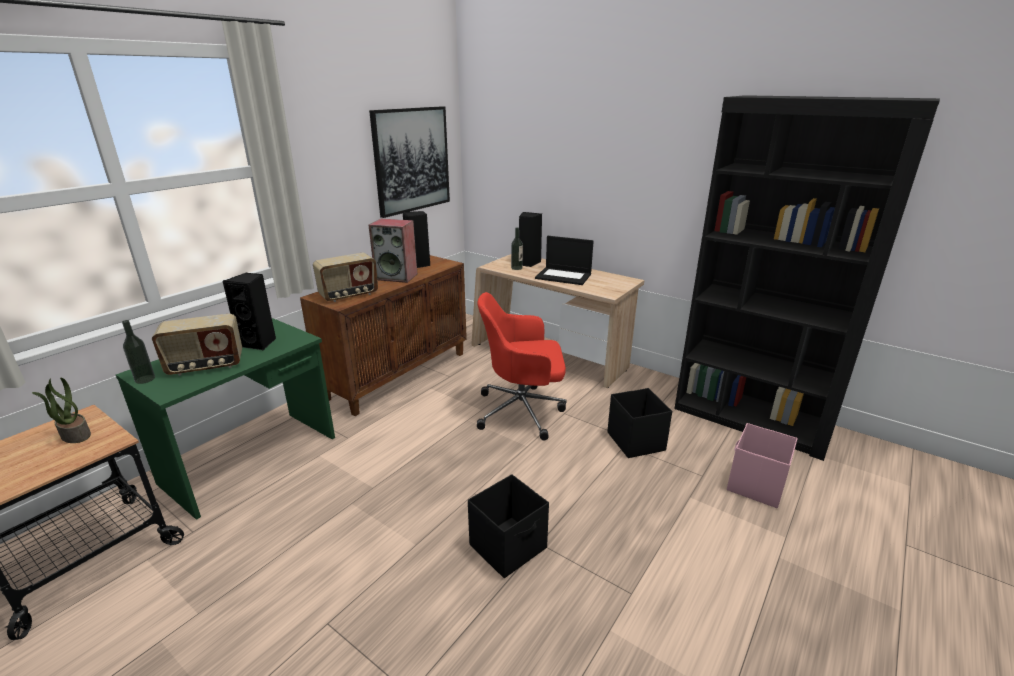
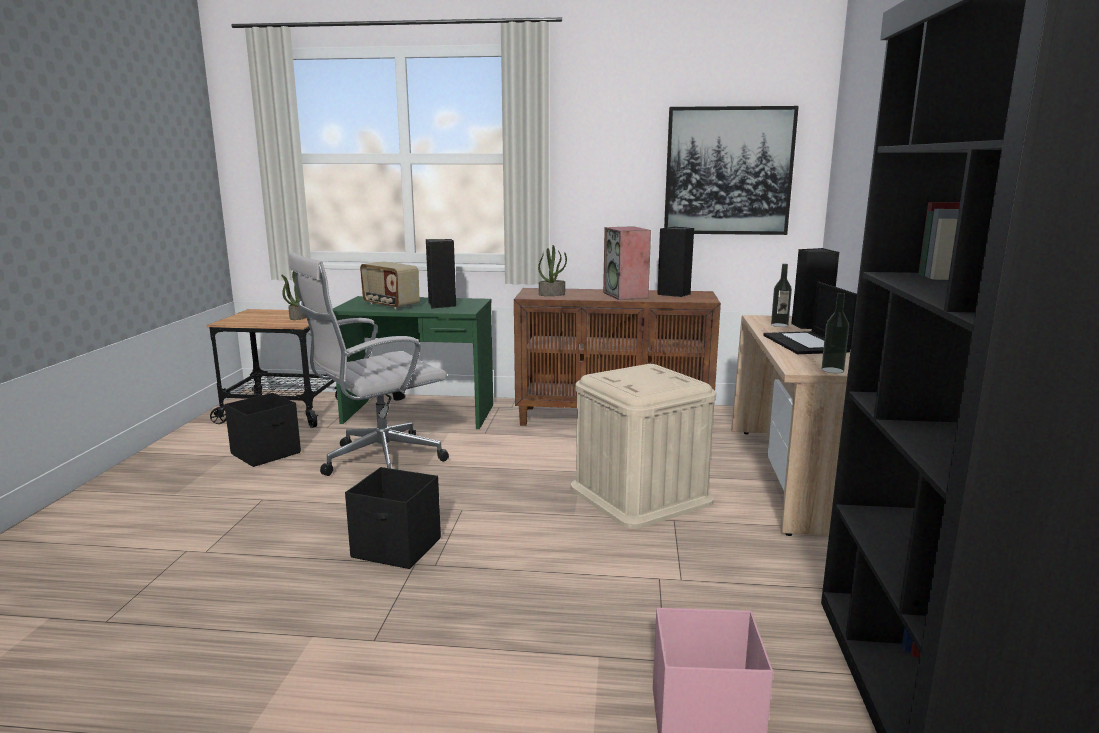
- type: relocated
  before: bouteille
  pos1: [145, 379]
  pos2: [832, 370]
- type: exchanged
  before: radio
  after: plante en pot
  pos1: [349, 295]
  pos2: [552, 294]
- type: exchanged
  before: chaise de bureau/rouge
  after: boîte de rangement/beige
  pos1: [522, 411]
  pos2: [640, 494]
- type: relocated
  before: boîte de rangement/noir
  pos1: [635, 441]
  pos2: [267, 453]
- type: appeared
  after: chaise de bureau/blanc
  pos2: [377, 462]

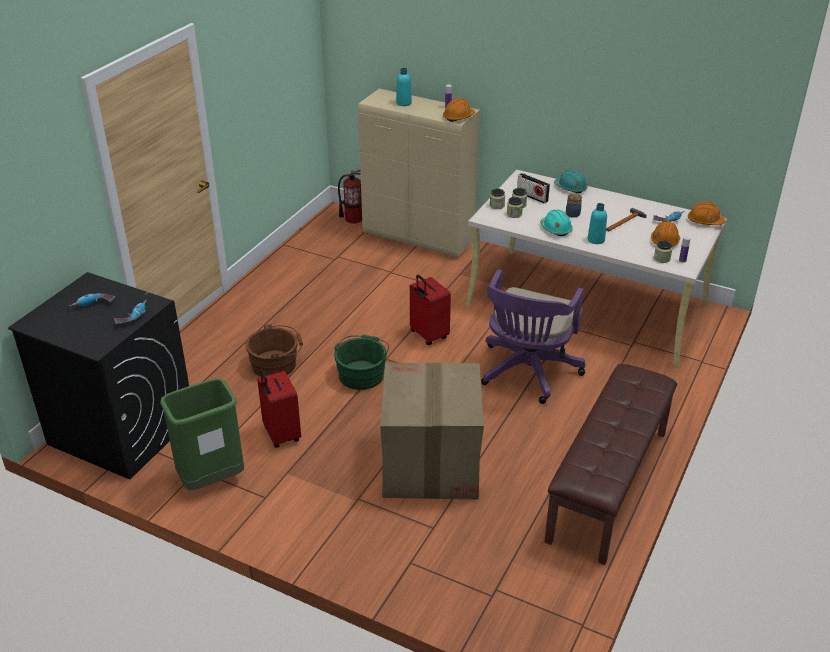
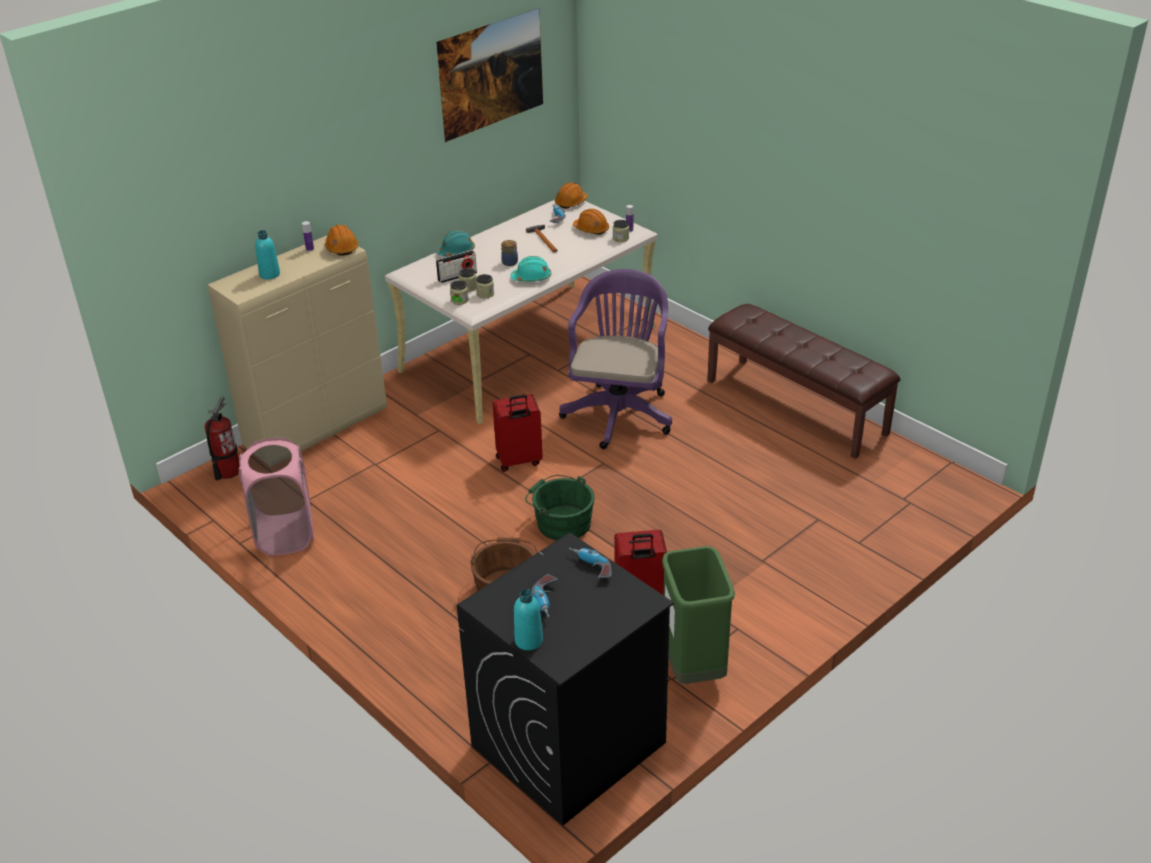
- type: missing
  before: carton
  pos1: [430, 465]
- type: spun
  before: chaise de bureau/violet
  pos1: [527, 373]
  pos2: [619, 412]
  turn: -120
- type: relocated
  before: bouteille/turquoise
  pos1: [596, 240]
  pos2: [528, 640]
- type: appeared
  after: panier à linge/rose
  pos2: [285, 534]
- type: appeared
  after: tableau
  pos2: [493, 98]

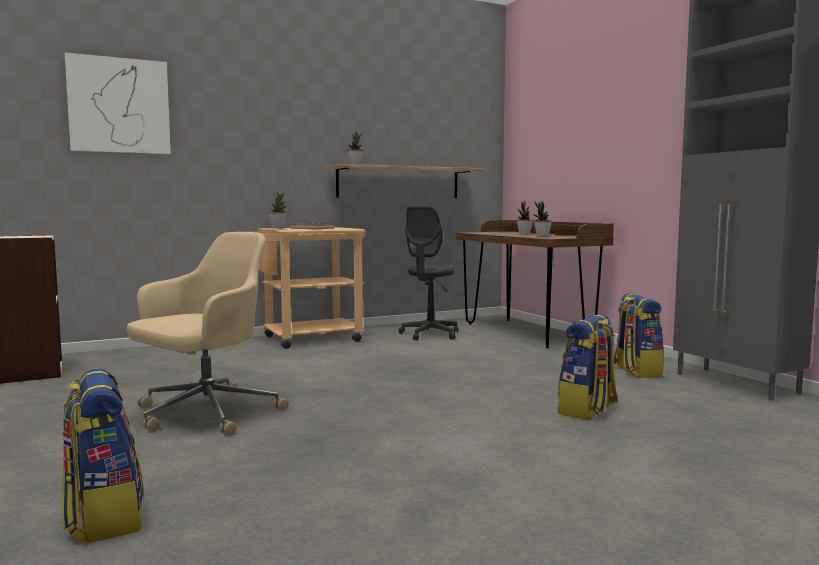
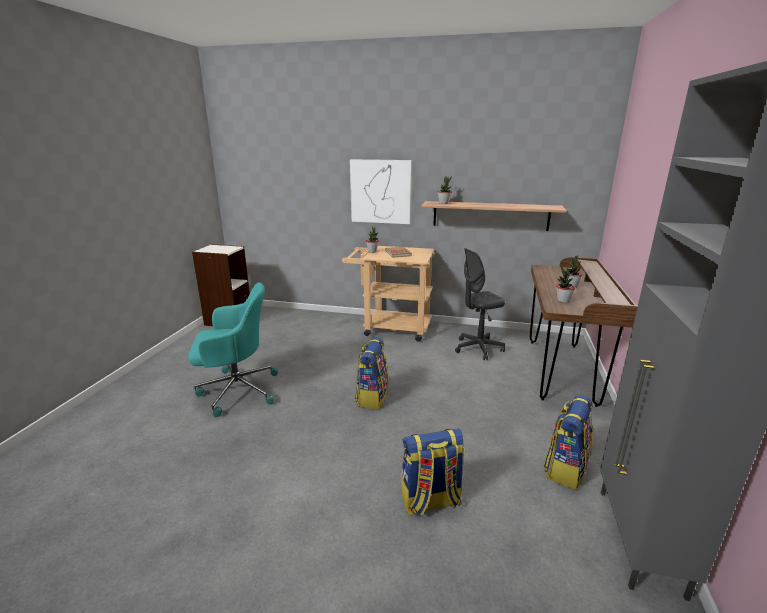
- type: relocated
  before: sac à dos
  pos1: [103, 518]
  pos2: [372, 397]
- type: relocated
  before: tableau
  pos1: [119, 106]
  pos2: [380, 191]
- type: colour
  before: chaise de bureau/beige
  after: chaise de bureau/turquoise
  pos1: [205, 414]
  pos2: [236, 390]

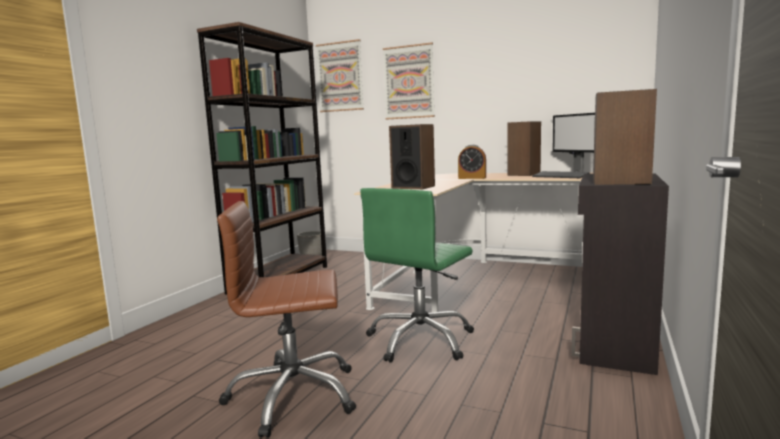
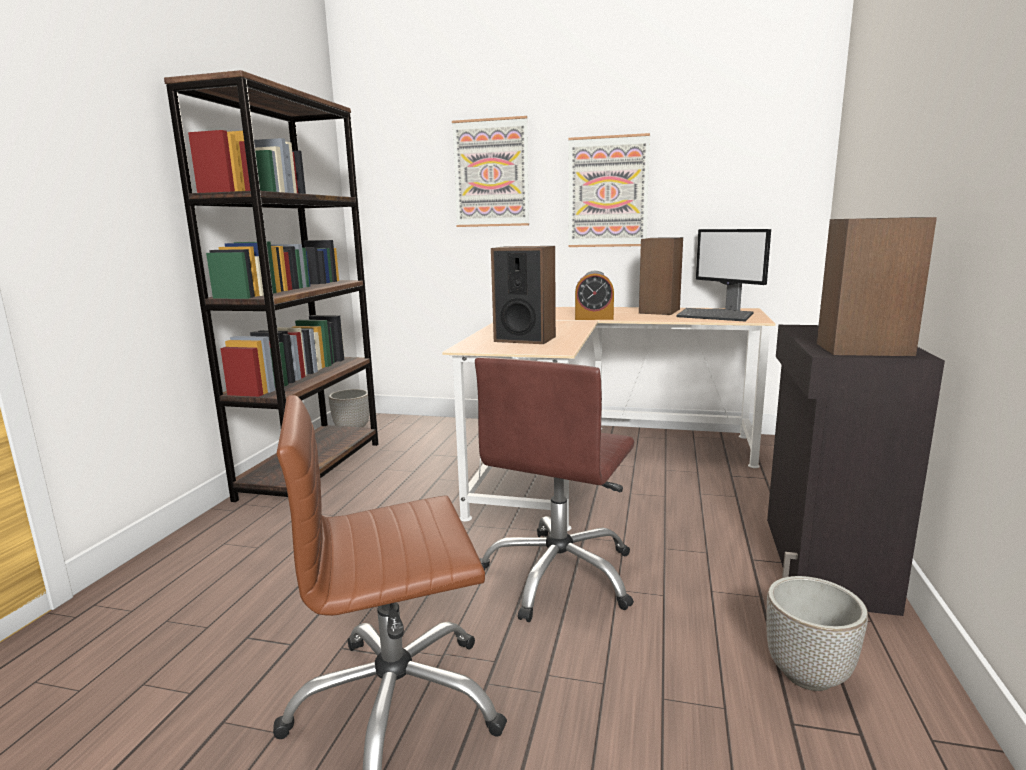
- type: relocated
  before: tableau
  pos1: [340, 77]
  pos2: [608, 192]
- type: colour
  before: chaise de bureau/vert
  after: chaise de bureau/marron
  pos1: [421, 340]
  pos2: [559, 575]
- type: appeared
  after: cache-pot
  pos2: [808, 675]

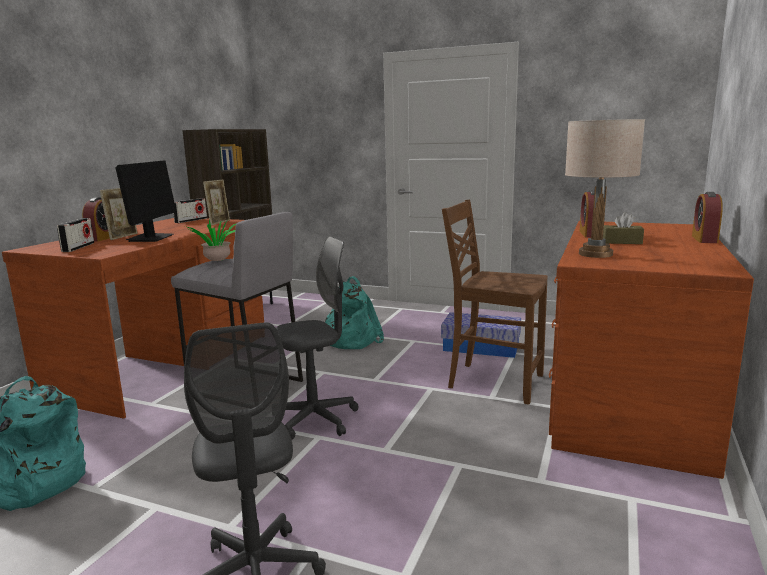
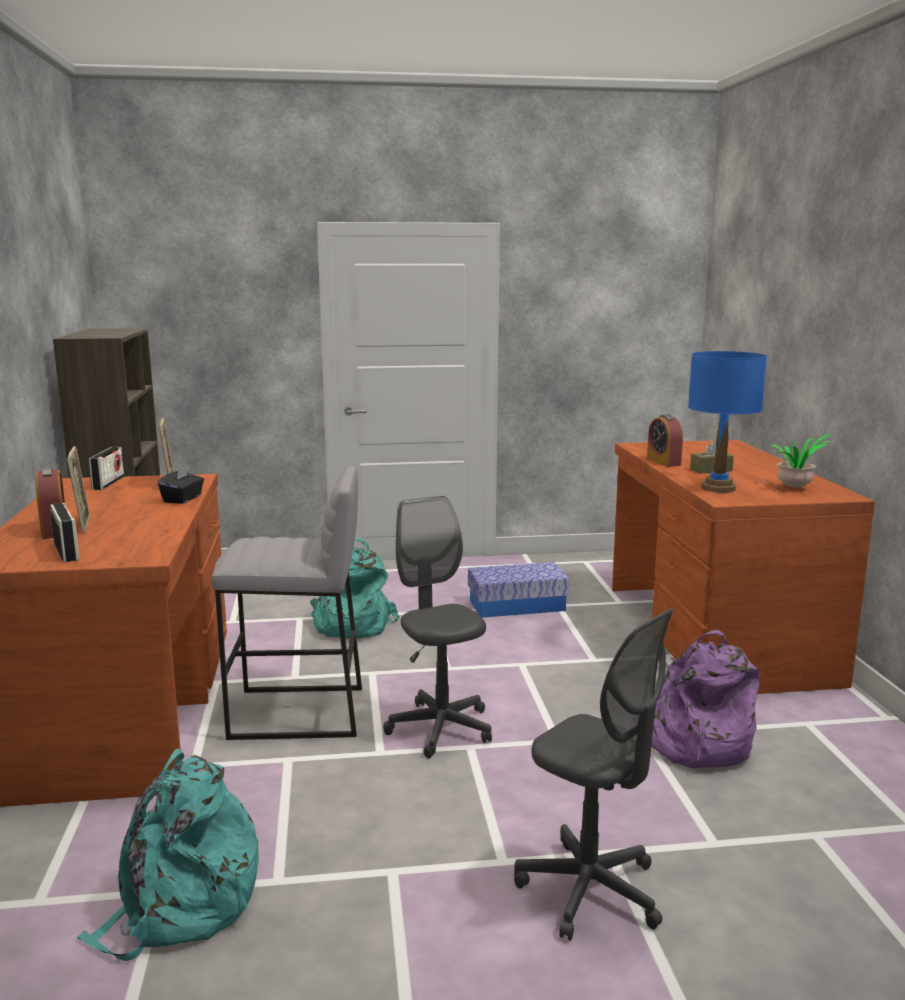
- type: missing
  before: écran d'ordinateur
  pos1: [151, 238]
- type: relocated
  before: plante en pot
  pos1: [217, 262]
  pos2: [796, 489]
- type: spun
  before: chaise de bureau/gris
  pos1: [315, 419]
  pos2: [440, 729]
  turn: -60
- type: missing
  before: chaise/marron
  pos1: [493, 381]
- type: colour
  before: lampe de table/beige
  after: lampe de table/bleu
  pos1: [595, 254]
  pos2: [718, 488]
- type: missing
  before: réveil
  pos1: [704, 239]
- type: appeared
  after: boîte à mouchoirs/noir
  pos2: [183, 499]
- type: appeared
  after: sac à dos/violet
  pos2: [693, 744]

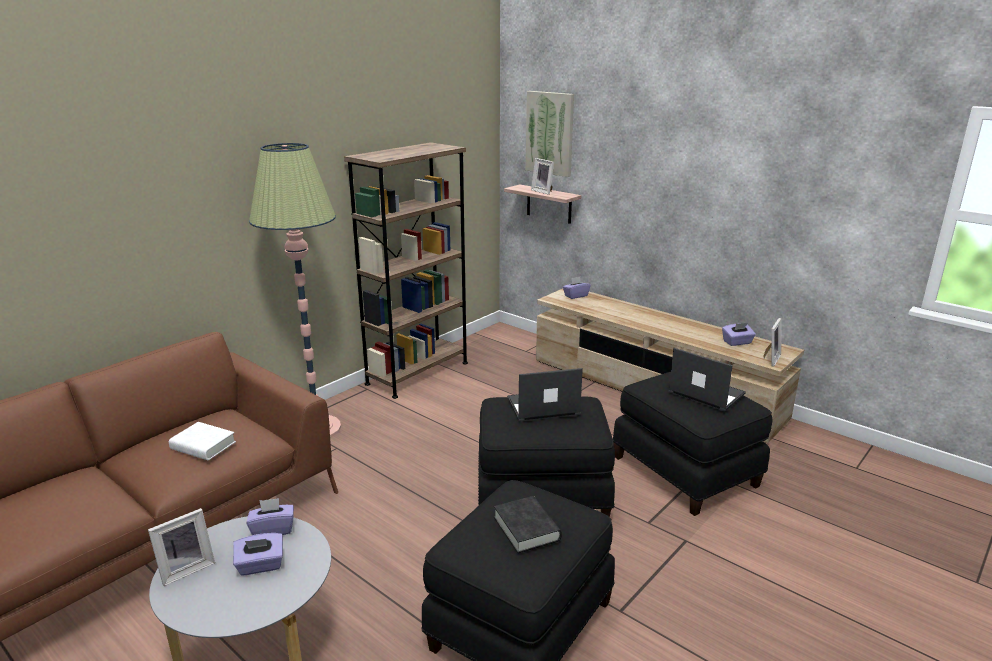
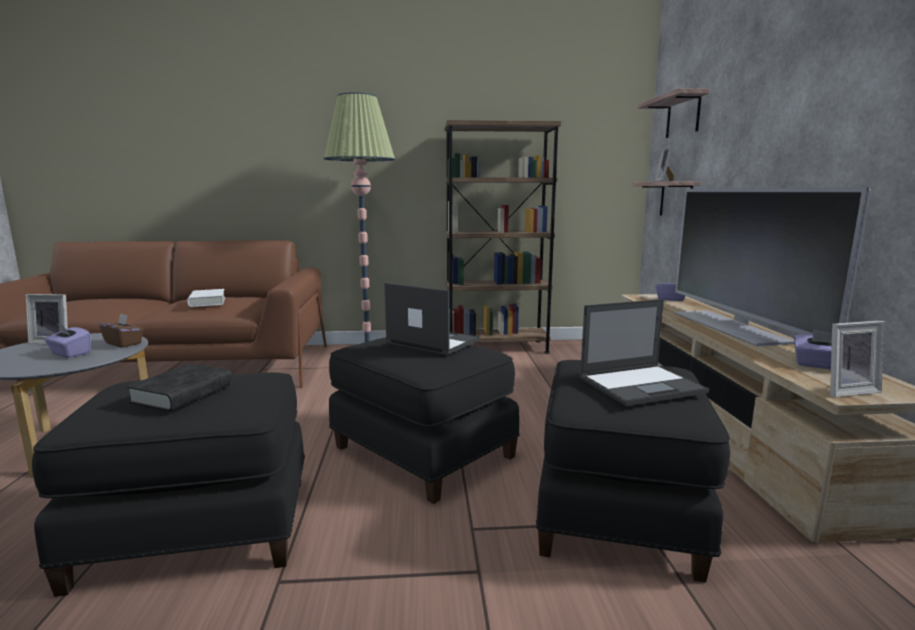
- type: colour
  before: boîte à mouchoirs/violet
  after: boîte à mouchoirs/marron
  pos1: [273, 529]
  pos2: [124, 343]
- type: exchanged
  before: tableau
  after: étagère
  pos1: [550, 133]
  pos2: [683, 116]
- type: spun
  before: ordinateur portable
  pos1: [705, 393]
  pos2: [642, 385]
  turn: 75
- type: appeared
  after: téléviseur
  pos2: [731, 327]

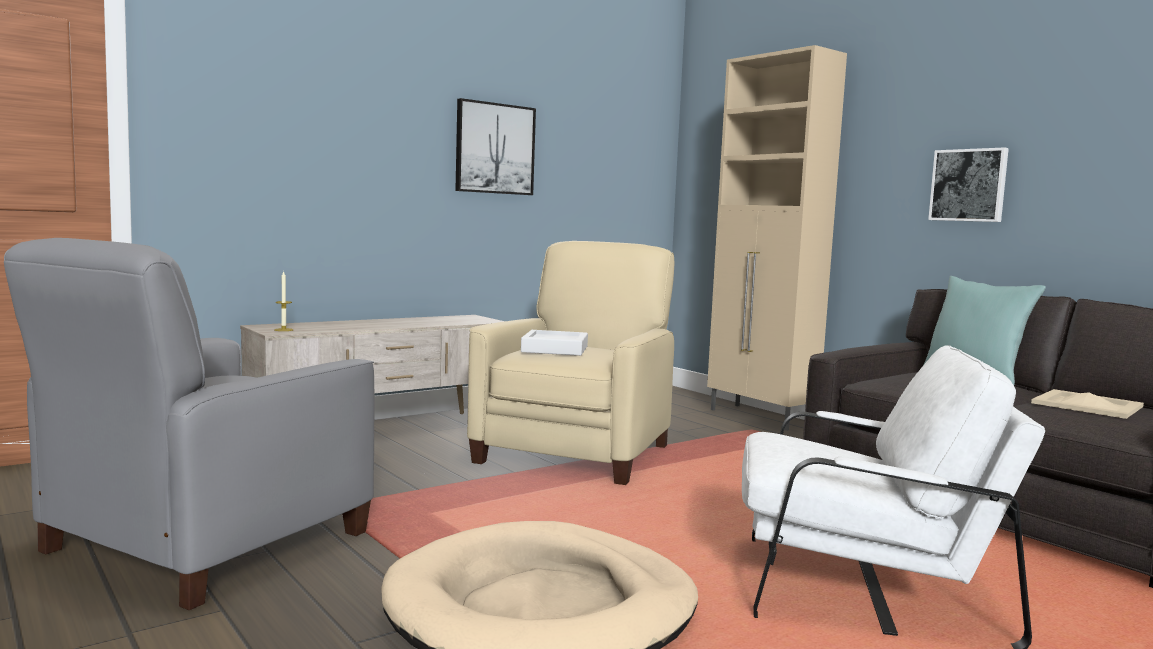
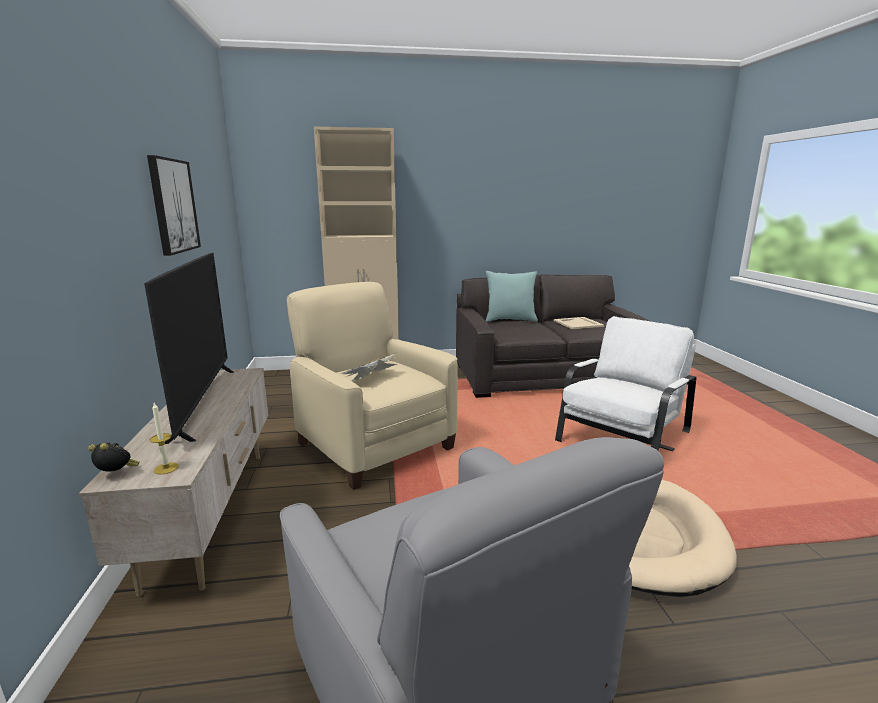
- type: exchanged
  before: plateau/blanc
  after: livre
  pos1: [555, 349]
  pos2: [371, 378]
- type: missing
  before: tableau
  pos1: [969, 185]
- type: appeared
  after: réveil
  pos2: [117, 474]
- type: appeared
  after: téléviseur
  pos2: [204, 402]

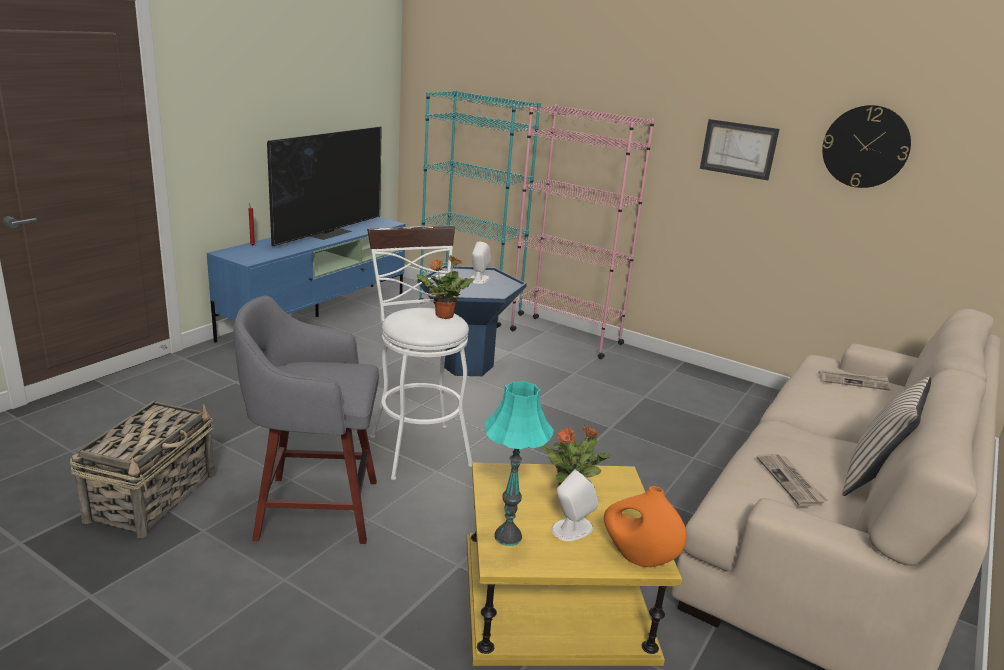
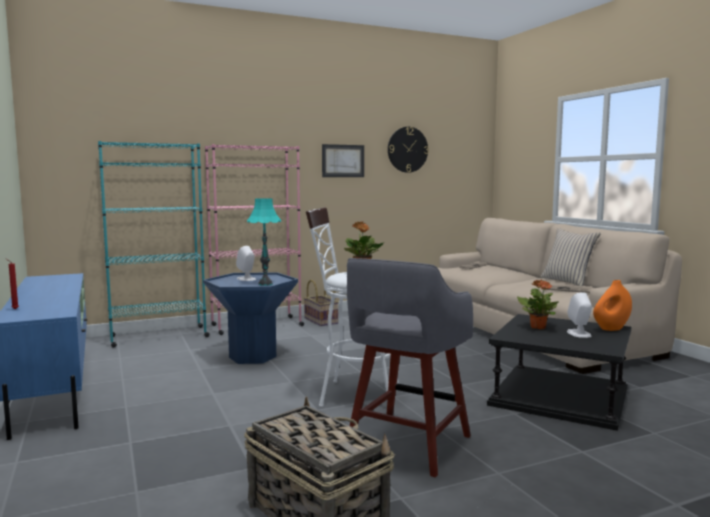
- type: missing
  before: téléviseur
  pos1: [329, 232]
- type: colour
  before: table d'appoint/jaune
  after: table d'appoint/noir
  pos1: [556, 596]
  pos2: [559, 396]
- type: relocated
  before: lampe de table/turquoise
  pos1: [507, 537]
  pos2: [265, 284]
- type: appeared
  after: panier
  pos2: [321, 321]

